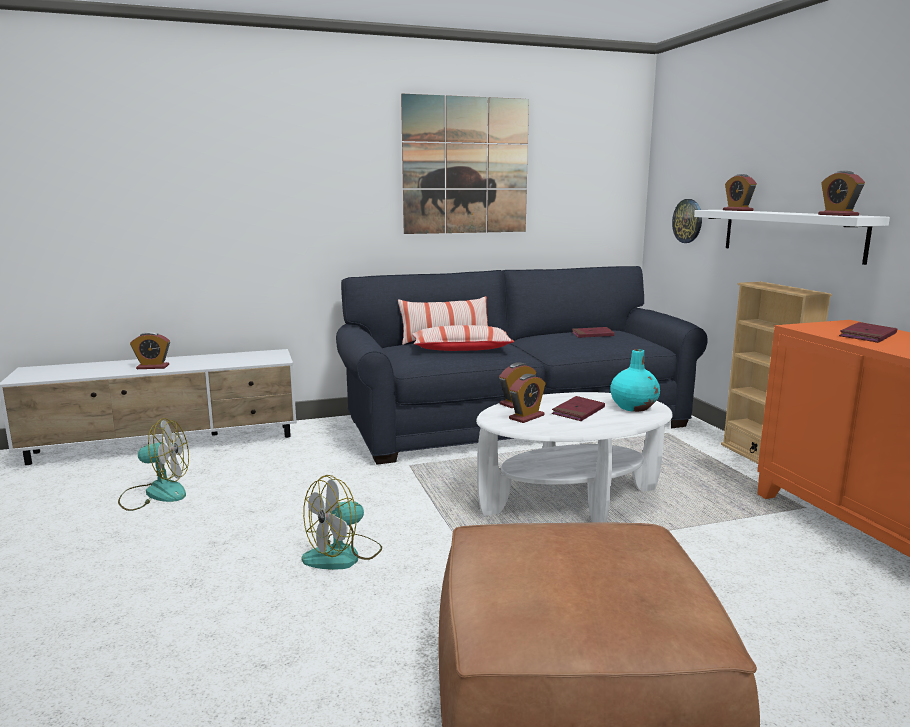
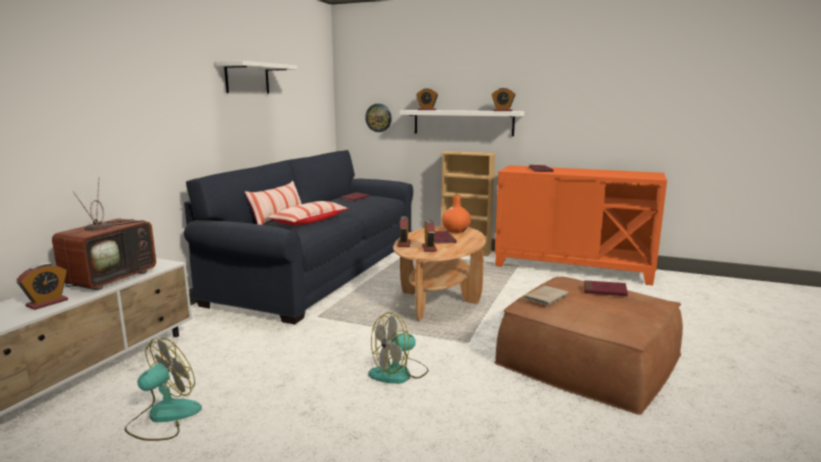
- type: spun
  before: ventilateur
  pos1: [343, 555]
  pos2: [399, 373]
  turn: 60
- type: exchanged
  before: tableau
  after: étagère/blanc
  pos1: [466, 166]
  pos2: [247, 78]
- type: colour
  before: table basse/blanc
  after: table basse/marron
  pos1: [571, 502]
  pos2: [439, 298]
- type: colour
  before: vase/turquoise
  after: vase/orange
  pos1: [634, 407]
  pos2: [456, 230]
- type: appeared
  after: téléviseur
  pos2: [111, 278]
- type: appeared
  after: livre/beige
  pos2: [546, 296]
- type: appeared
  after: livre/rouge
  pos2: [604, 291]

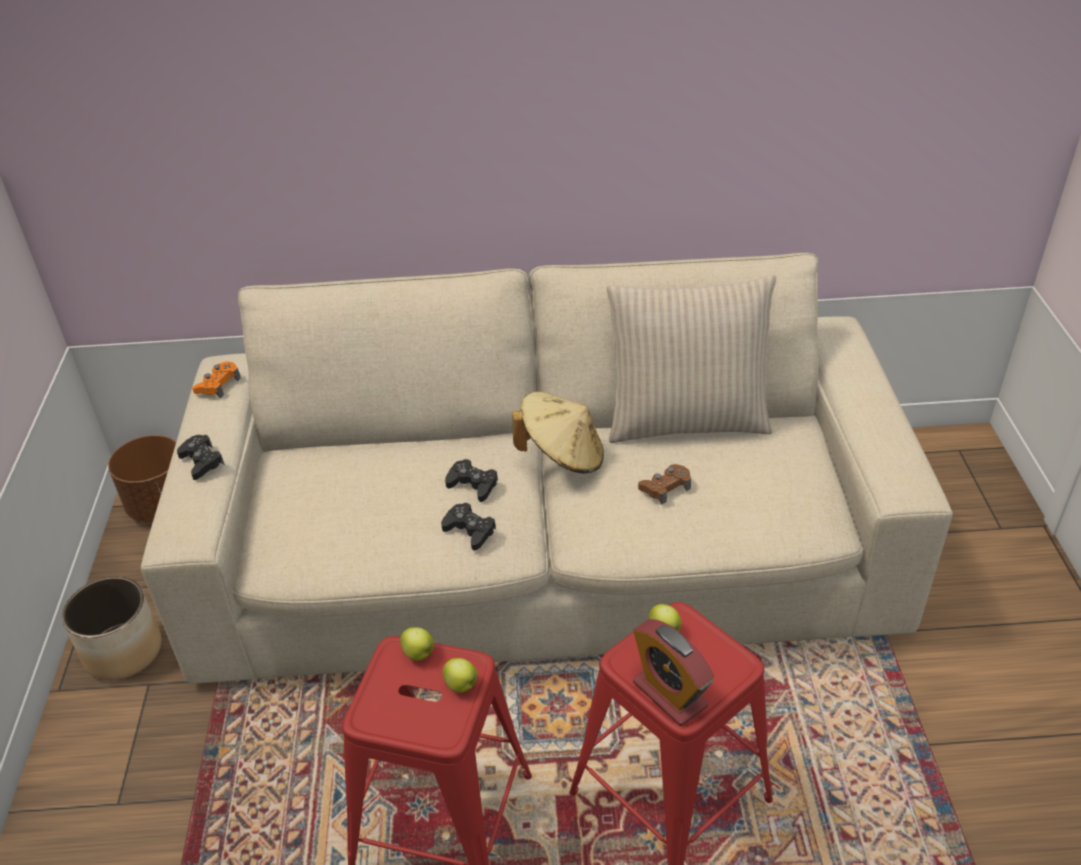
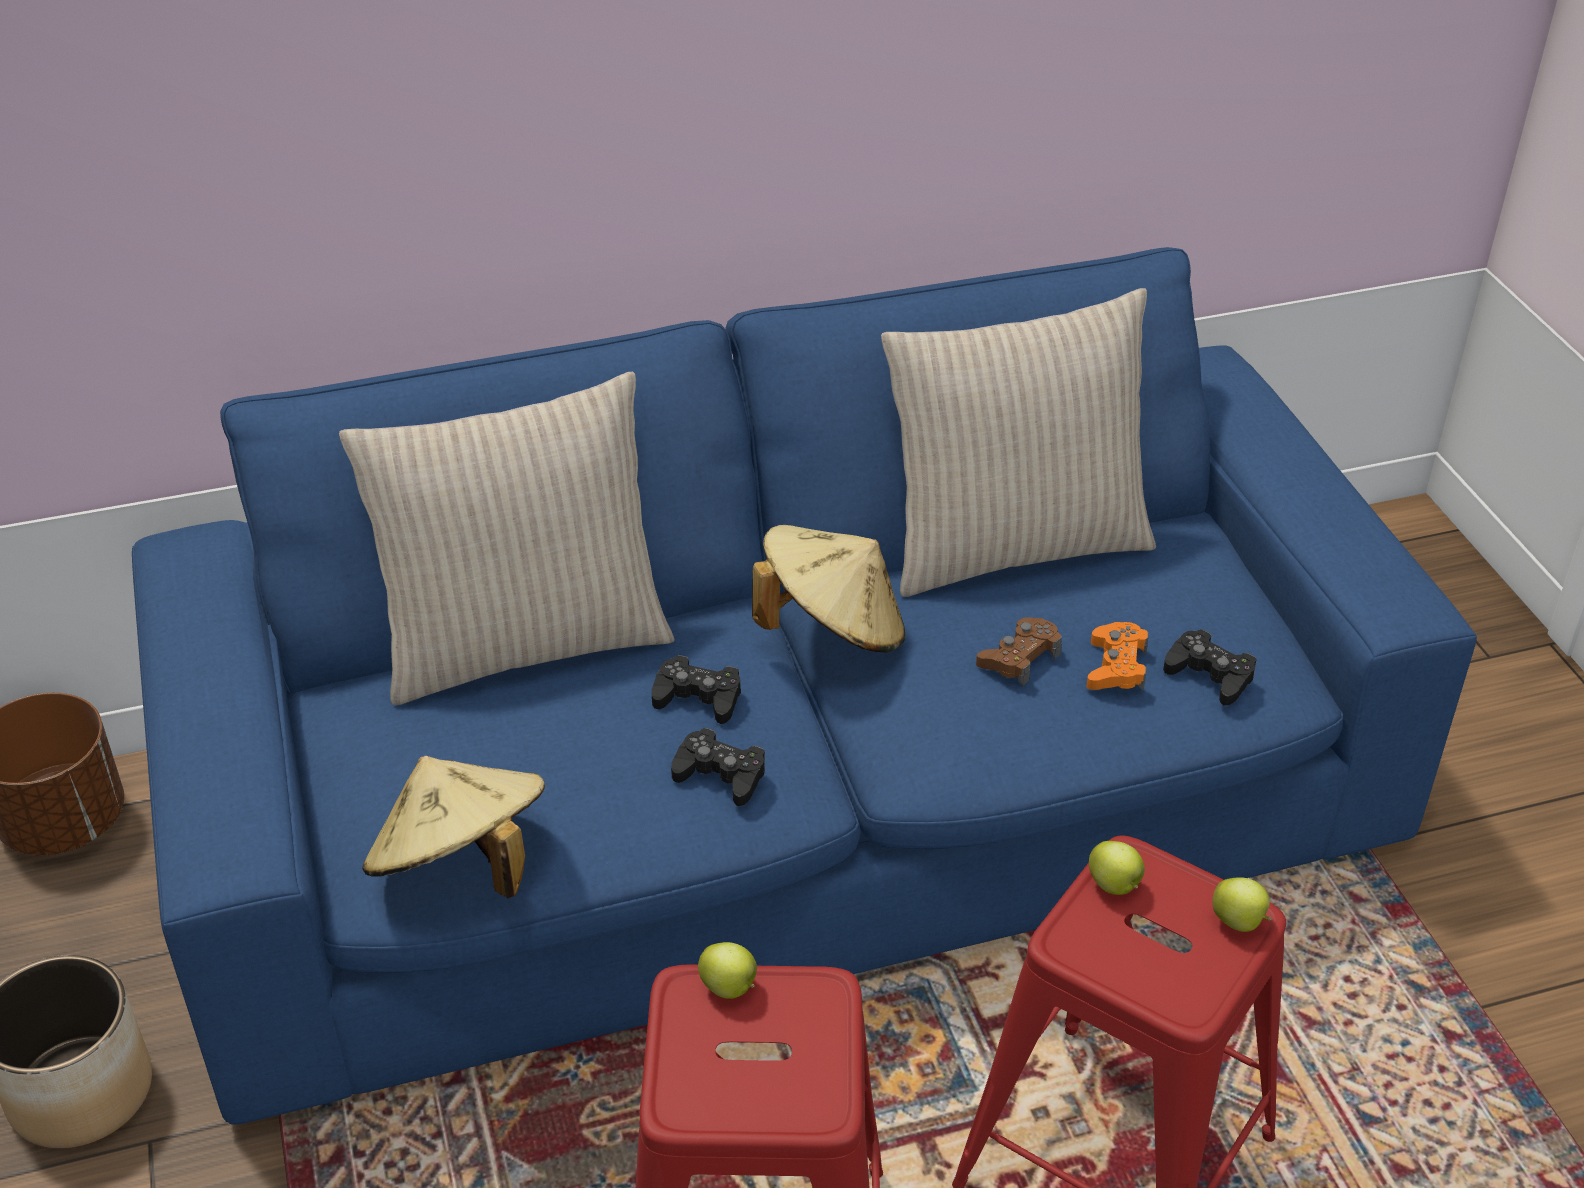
- type: colour
  before: canapé/beige
  after: canapé/bleu
  pos1: [545, 556]
  pos2: [790, 808]
- type: relocated
  before: manette/noir
  pos1: [201, 461]
  pos2: [1209, 675]
- type: relocated
  before: manette/orange
  pos1: [218, 385]
  pos2: [1116, 667]
- type: relocated
  before: pomme
  pos1: [462, 685]
  pos2: [1239, 922]
- type: missing
  before: réveil
  pos1: [669, 694]
- type: appeared
  after: coussin/beige
  pos2: [524, 642]
- type: appeared
  after: chapeau/beige
  pos2: [462, 868]

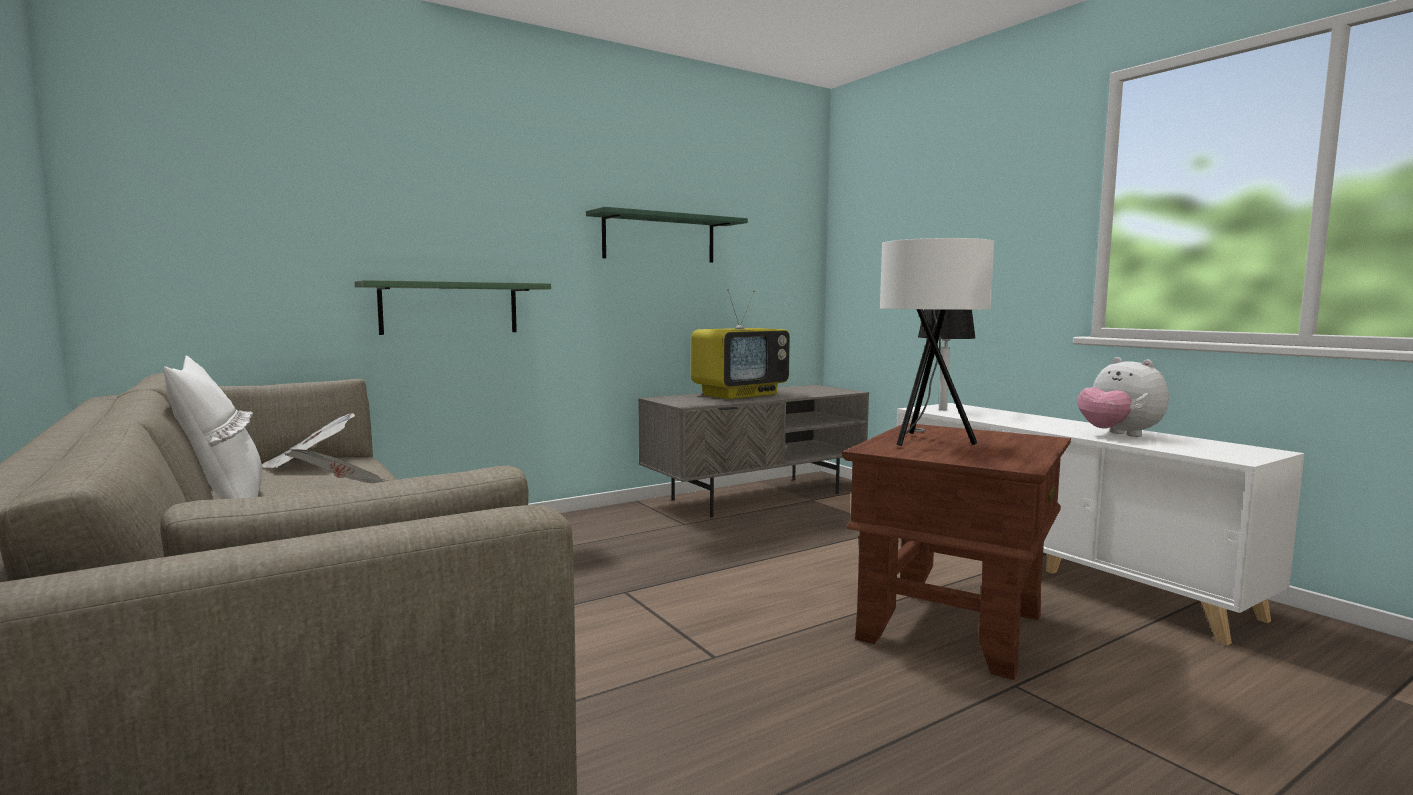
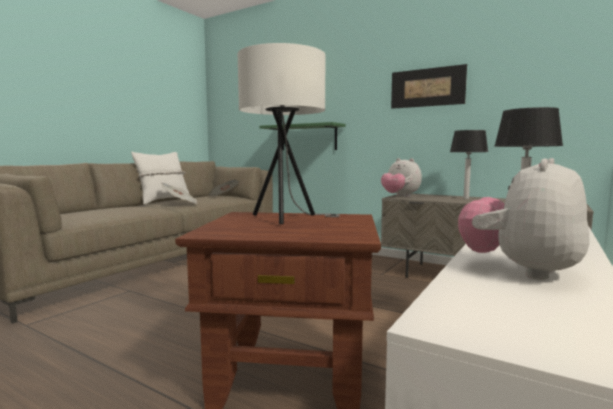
- type: exchanged
  before: étagère/vert
  after: tableau
  pos1: [659, 238]
  pos2: [427, 87]
- type: exchanged
  before: téléviseur
  after: lampe de table
  pos1: [740, 394]
  pos2: [466, 198]
- type: appeared
  after: peluche
  pos2: [400, 196]

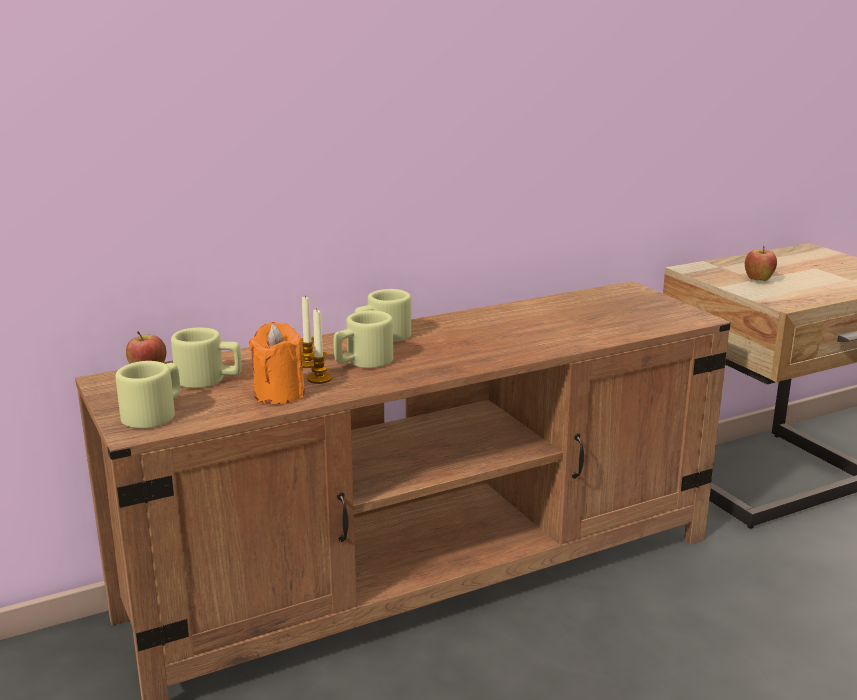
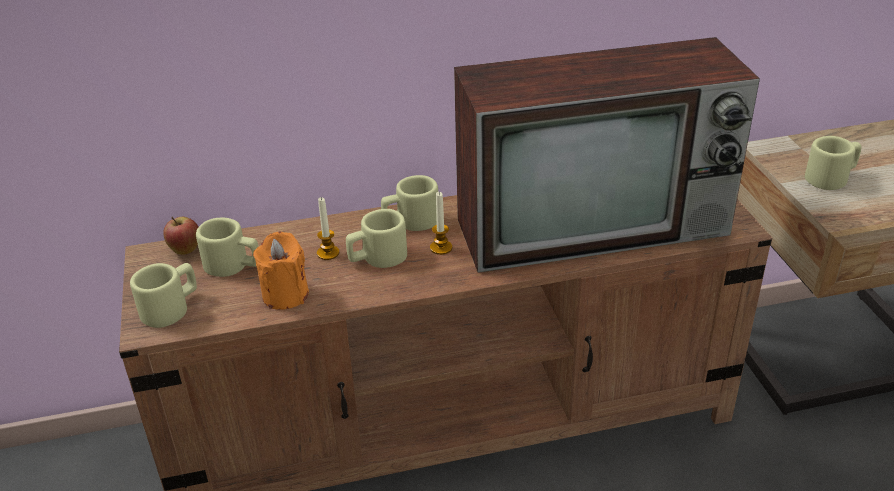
- type: relocated
  before: bougie
  pos1: [319, 378]
  pos2: [441, 248]
- type: exchanged
  before: pomme
  after: mug/beige
  pos1: [758, 281]
  pos2: [831, 177]
- type: appeared
  after: téléviseur
  pos2: [596, 225]

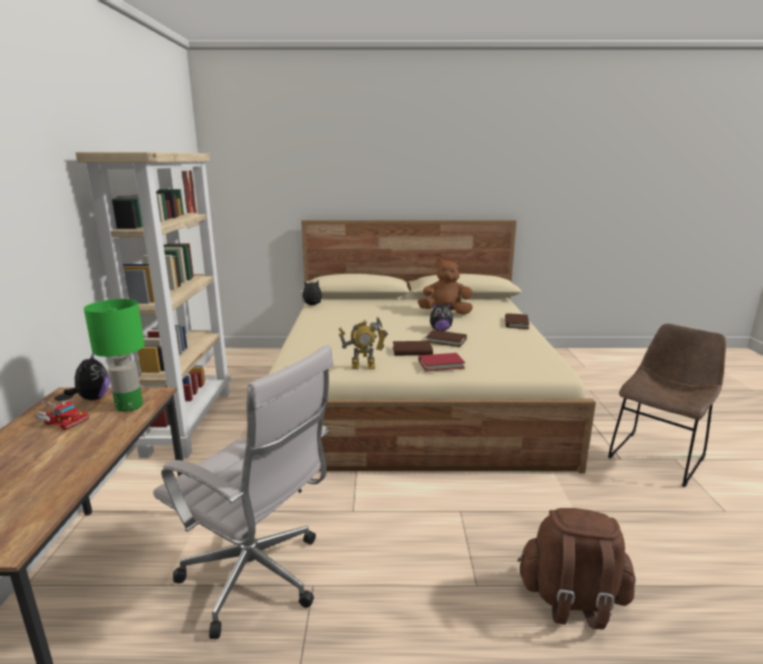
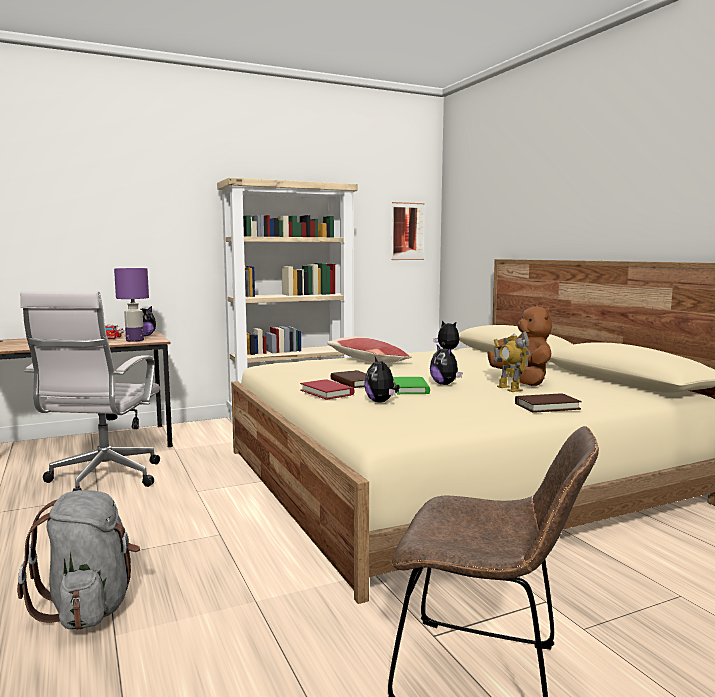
- type: colour
  before: lampe de table/vert
  after: lampe de table/violet
  pos1: [130, 406]
  pos2: [135, 340]
- type: relocated
  before: robot jouet
  pos1: [363, 366]
  pos2: [509, 388]
- type: colour
  before: livre/marron
  after: livre/vert
  pos1: [446, 340]
  pos2: [410, 389]
- type: colour
  before: sac à dos/marron
  after: sac à dos/gris
  pos1: [571, 599]
  pos2: [89, 607]
- type: appeared
  after: coussin
  pos2: [367, 360]
- type: appeared
  after: peluche
  pos2: [381, 402]

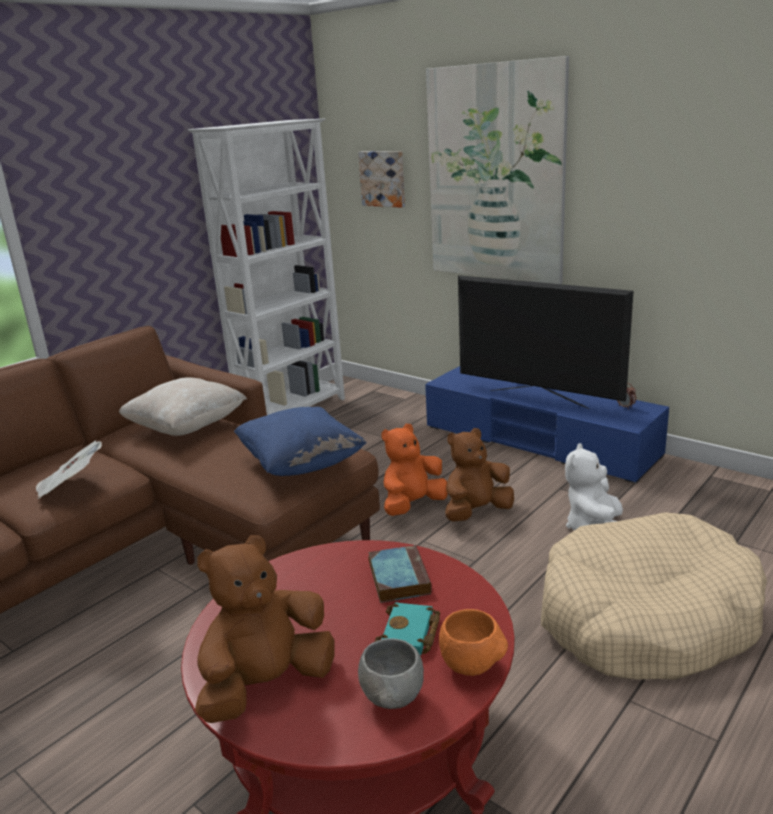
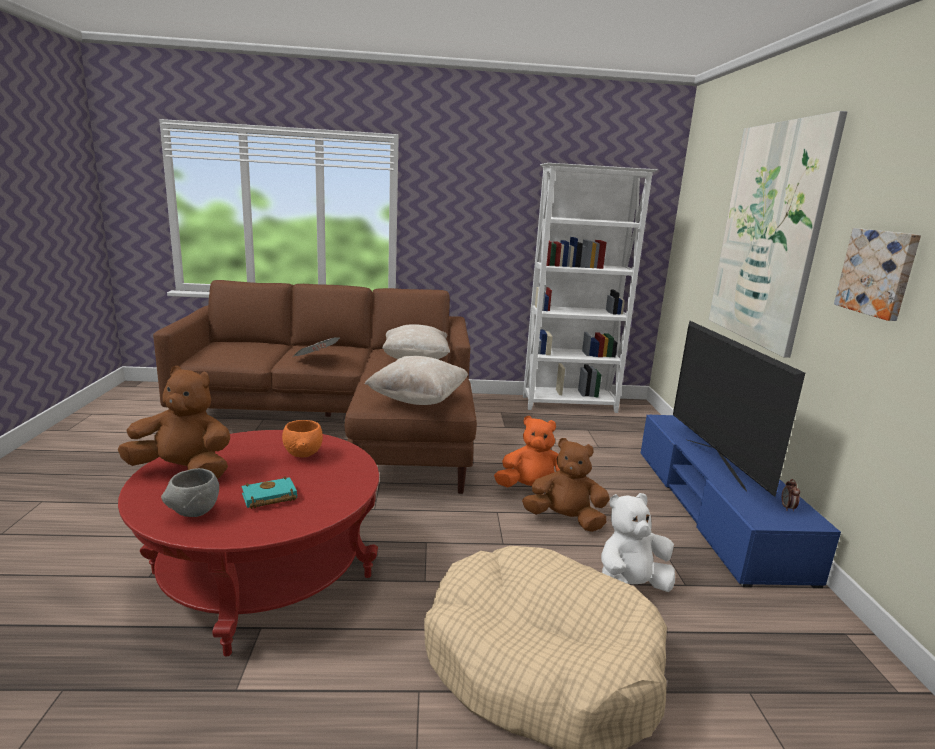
- type: colour
  before: coussin/bleu
  after: coussin/beige
  pos1: [301, 464]
  pos2: [418, 400]
- type: relocated
  before: tableau
  pos1: [383, 178]
  pos2: [878, 272]
- type: missing
  before: livre
  pos1: [398, 577]
- type: relocated
  before: bol/orange
  pos1: [472, 667]
  pos2: [303, 456]

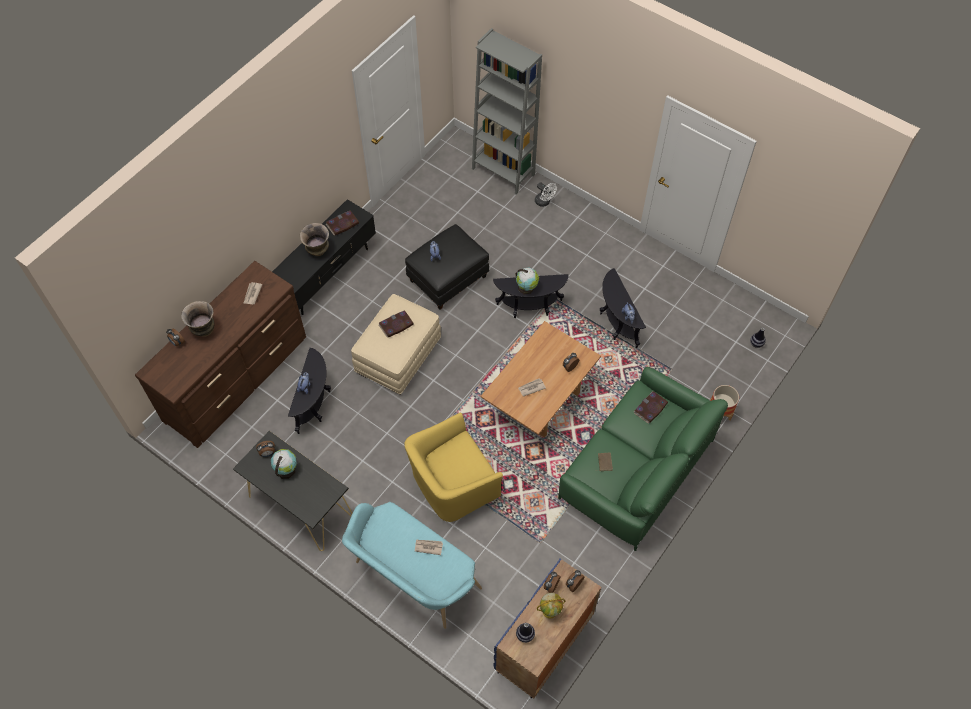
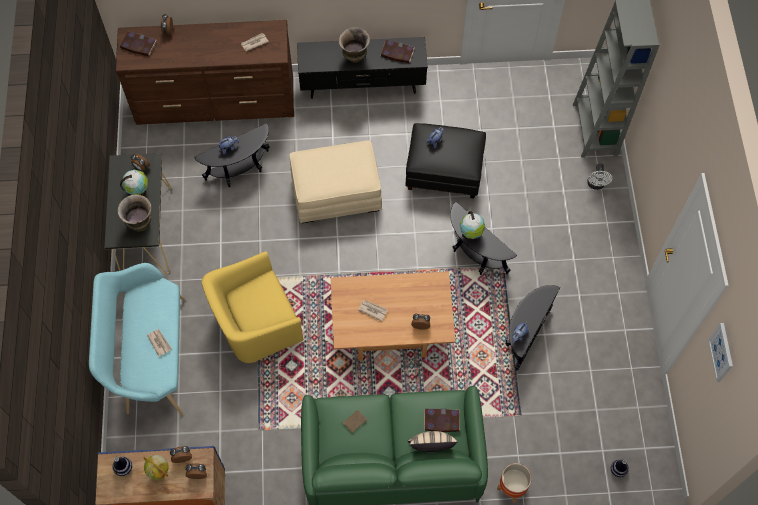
- type: relocated
  before: vase
  pos1: [203, 330]
  pos2: [140, 223]
- type: relocated
  before: livre
  pos1: [396, 325]
  pos2: [138, 45]
- type: spun
  before: fauteuil/jaune
  pos1: [453, 484]
  pos2: [256, 323]
  turn: -45
- type: appeared
  after: coussin/beige
  pos2: [431, 448]
- type: appeared
  after: tableau
  pos2: [721, 352]

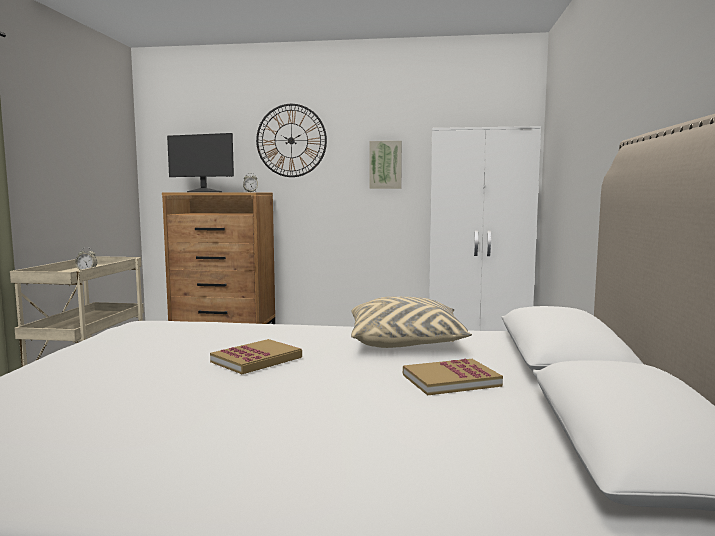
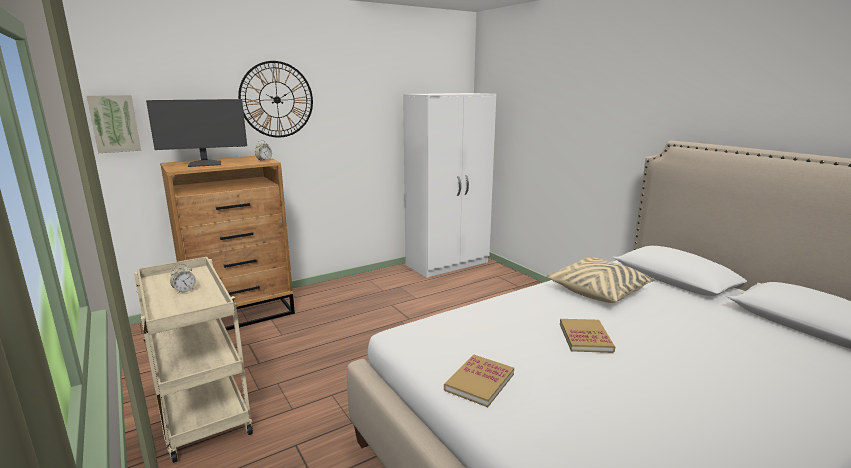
- type: relocated
  before: tableau
  pos1: [385, 165]
  pos2: [114, 123]
- type: relocated
  before: livre
  pos1: [451, 380]
  pos2: [479, 382]

